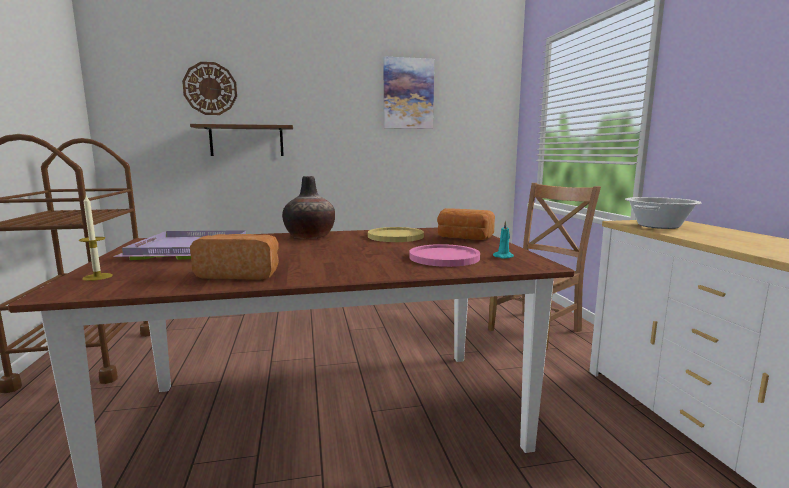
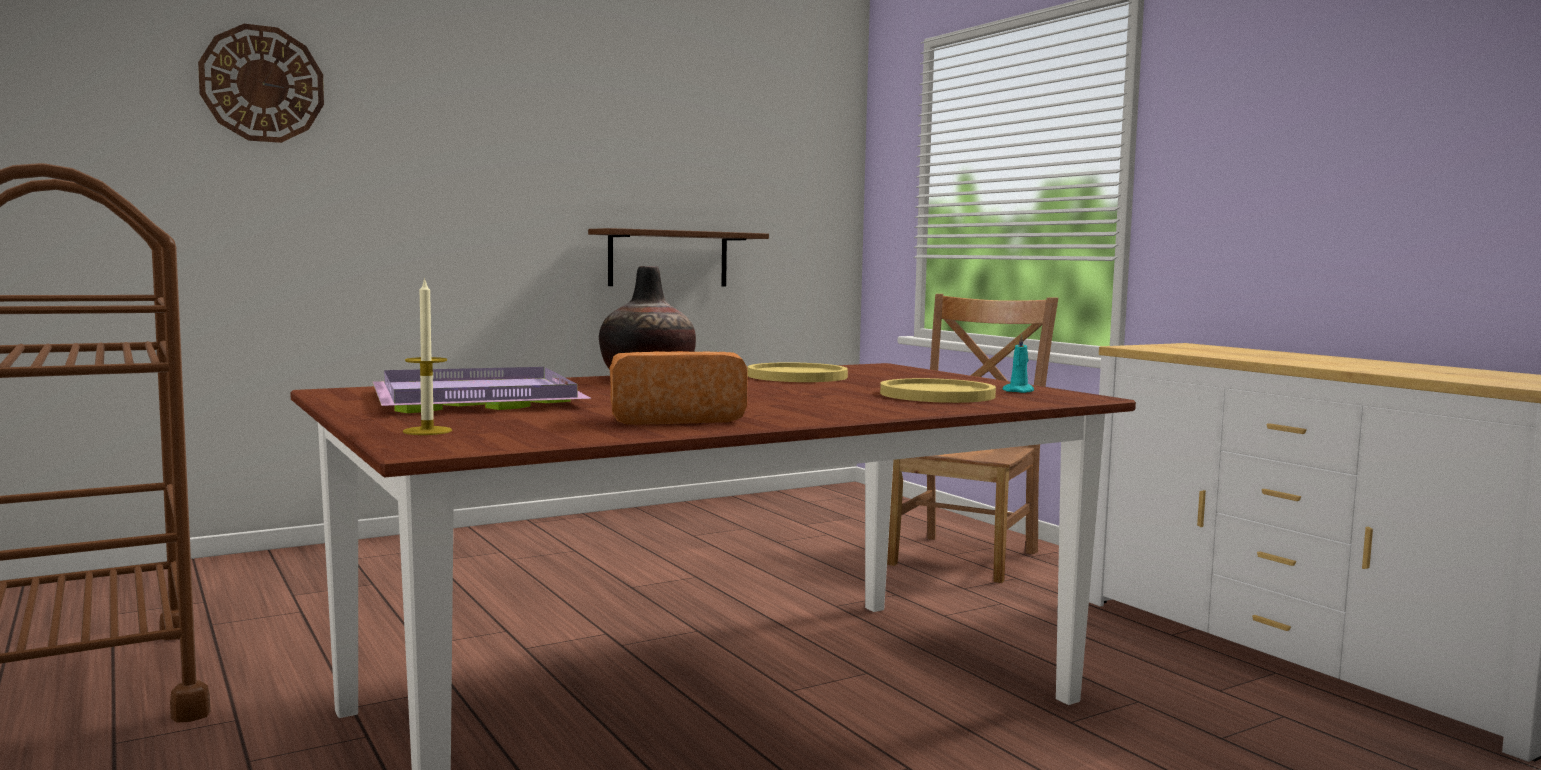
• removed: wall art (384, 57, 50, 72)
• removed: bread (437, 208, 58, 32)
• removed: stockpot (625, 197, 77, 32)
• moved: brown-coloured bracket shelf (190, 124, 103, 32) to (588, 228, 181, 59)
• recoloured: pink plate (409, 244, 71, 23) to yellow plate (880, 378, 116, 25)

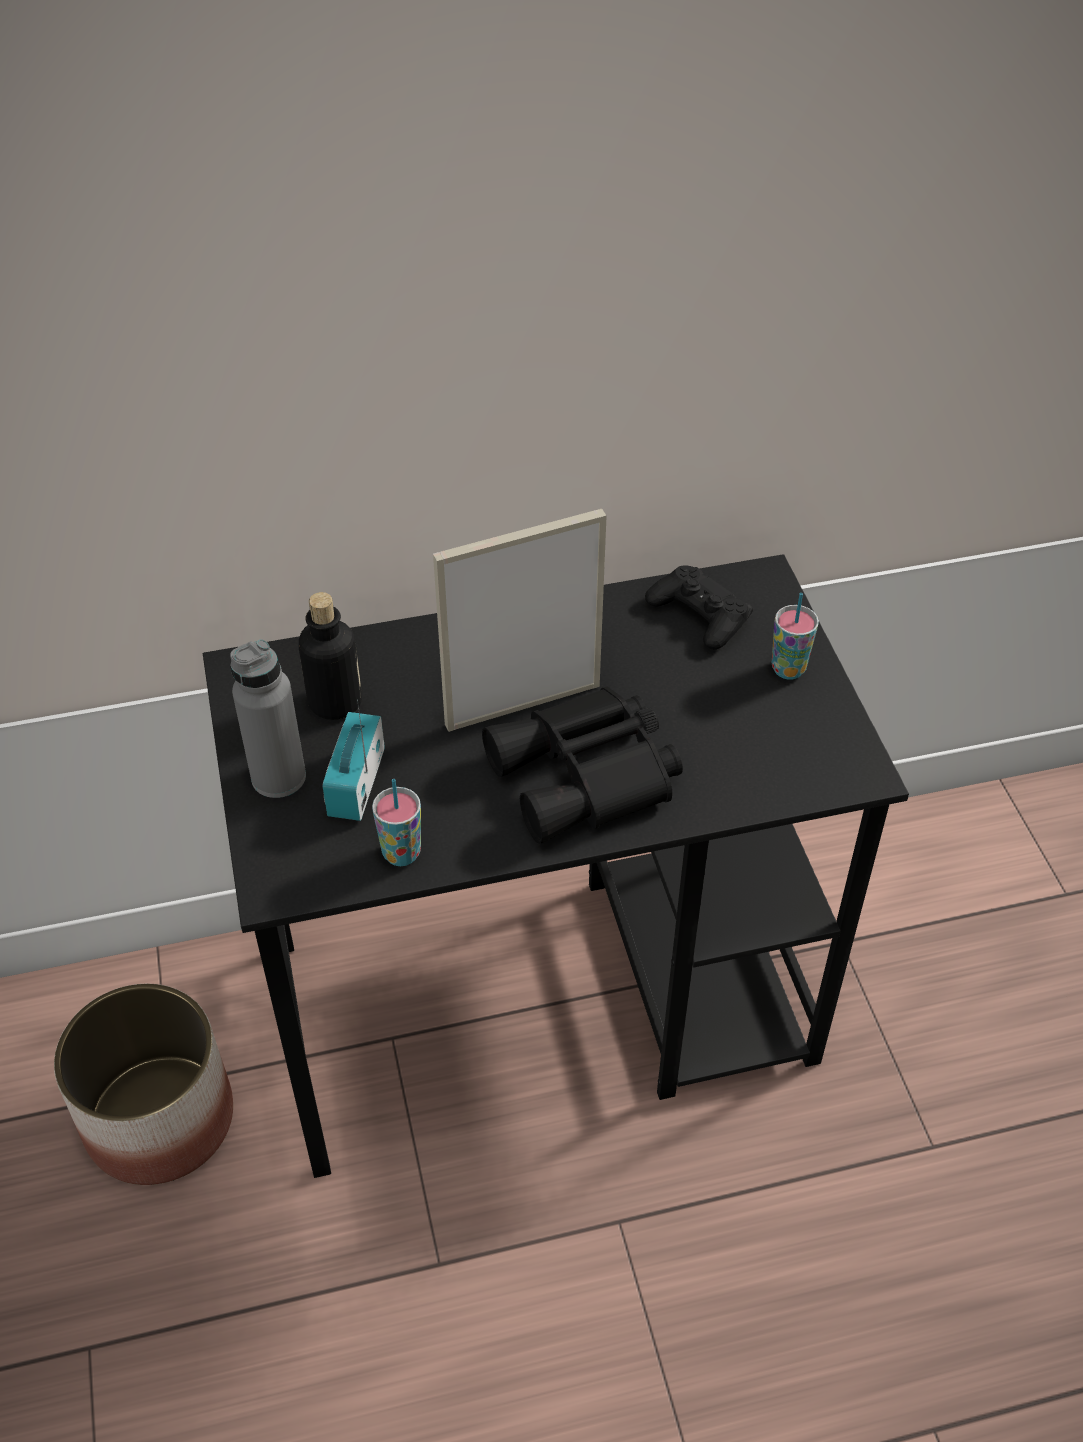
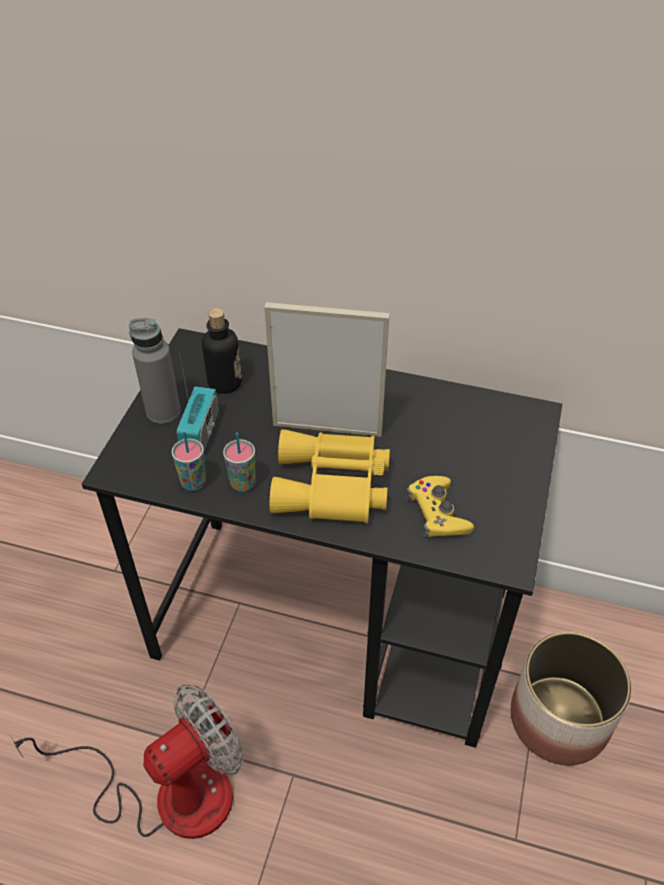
• removed: blackish joypad (645, 565, 108, 85)
• added: electric fan (6, 685, 238, 154)
• added: yellow joypad (406, 476, 68, 62)
• moved: plant pot (54, 984, 179, 201) to (511, 631, 121, 134)
• moved: cup (772, 593, 47, 87) to (223, 433, 33, 59)
• recoloured: blackish field glasses (482, 686, 201, 158) to yellow field glasses (270, 429, 120, 95)
• turned: radio receiver (323, 700, 61, 121) = (177, 356, 42, 94) 150 degrees clockwise

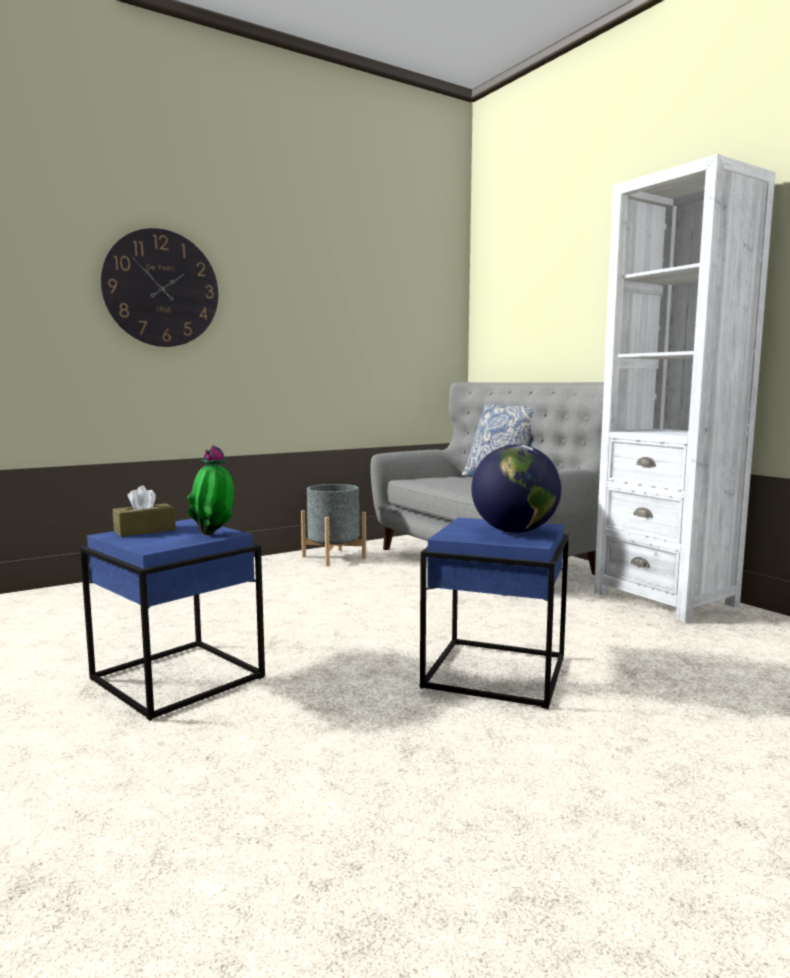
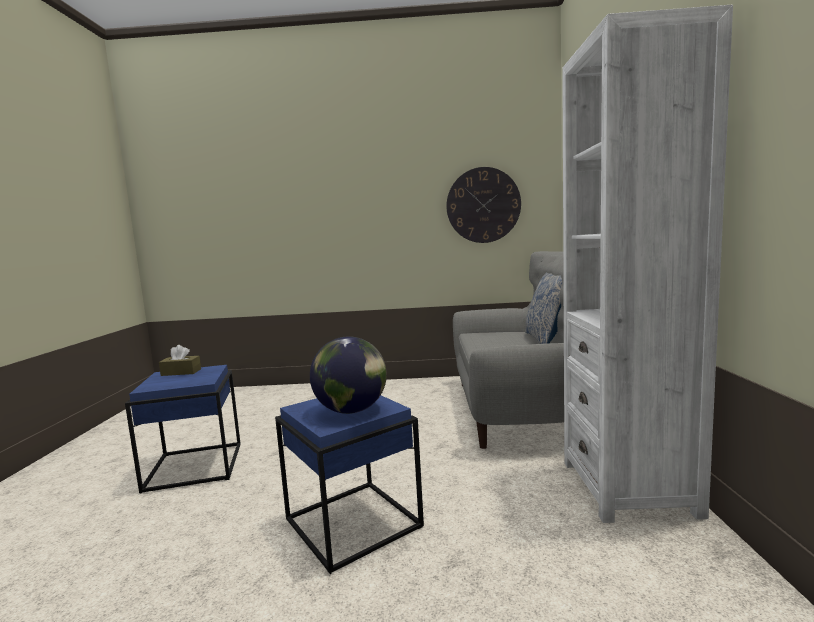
• removed: plant in a pot (187, 445, 47, 90)
• removed: greyish plant pot (301, 484, 65, 82)
• moved: wall clock (100, 228, 118, 119) to (446, 167, 75, 76)

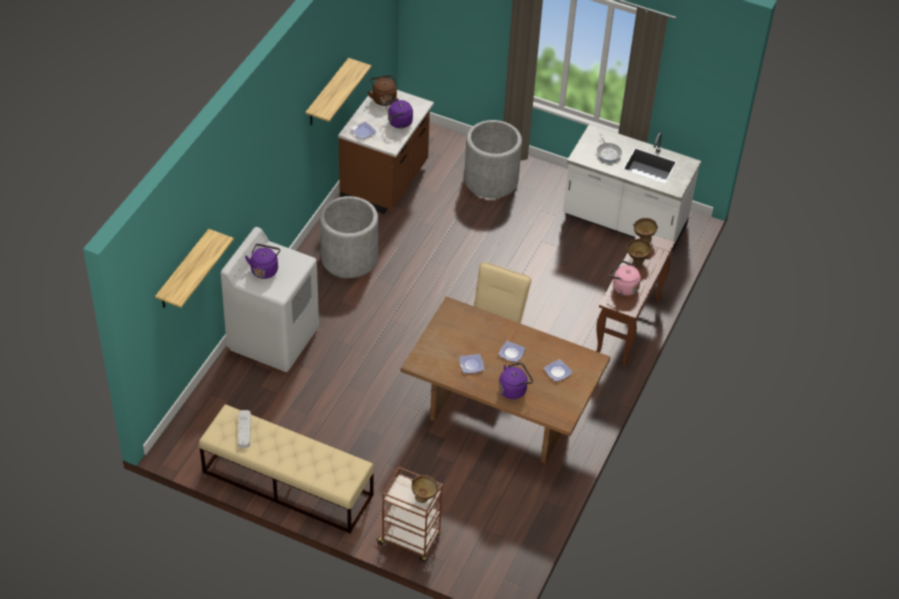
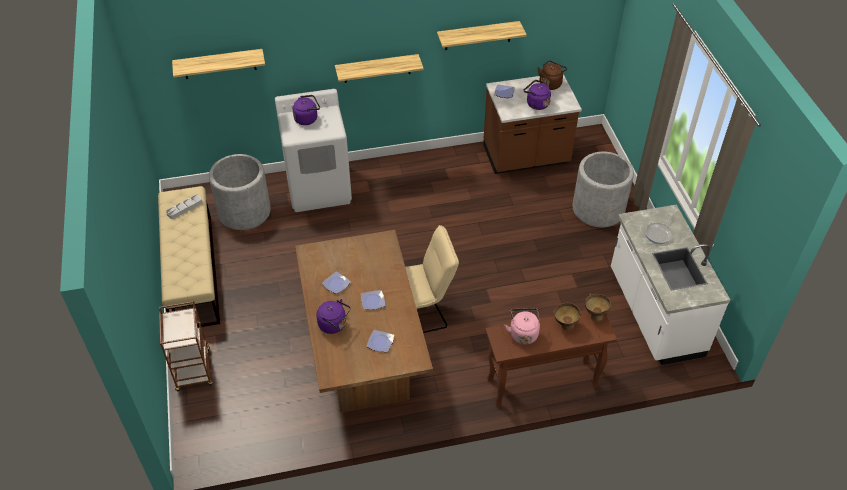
• removed: brown-coloured bowl (411, 475, 28, 28)
• added: bracket shelf (335, 54, 89, 29)
• moved: greyish plant pot (320, 196, 58, 82) to (209, 154, 62, 76)

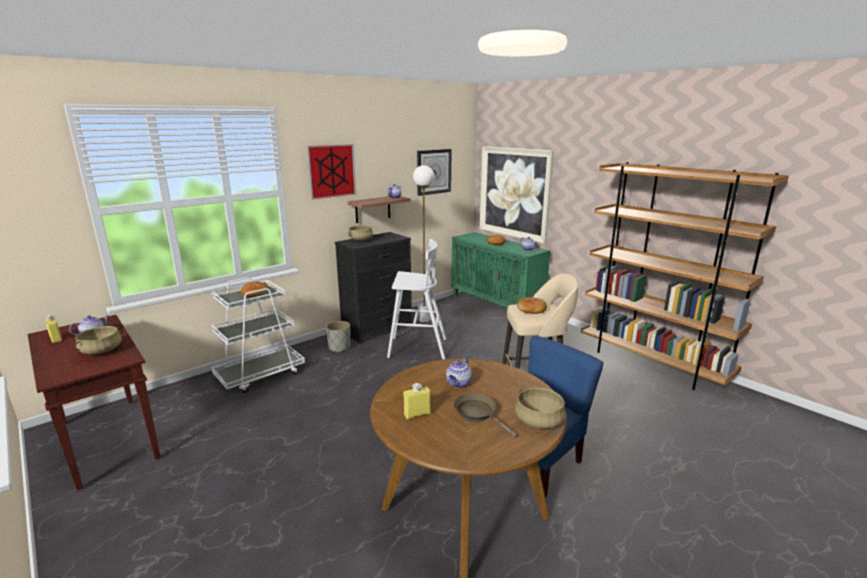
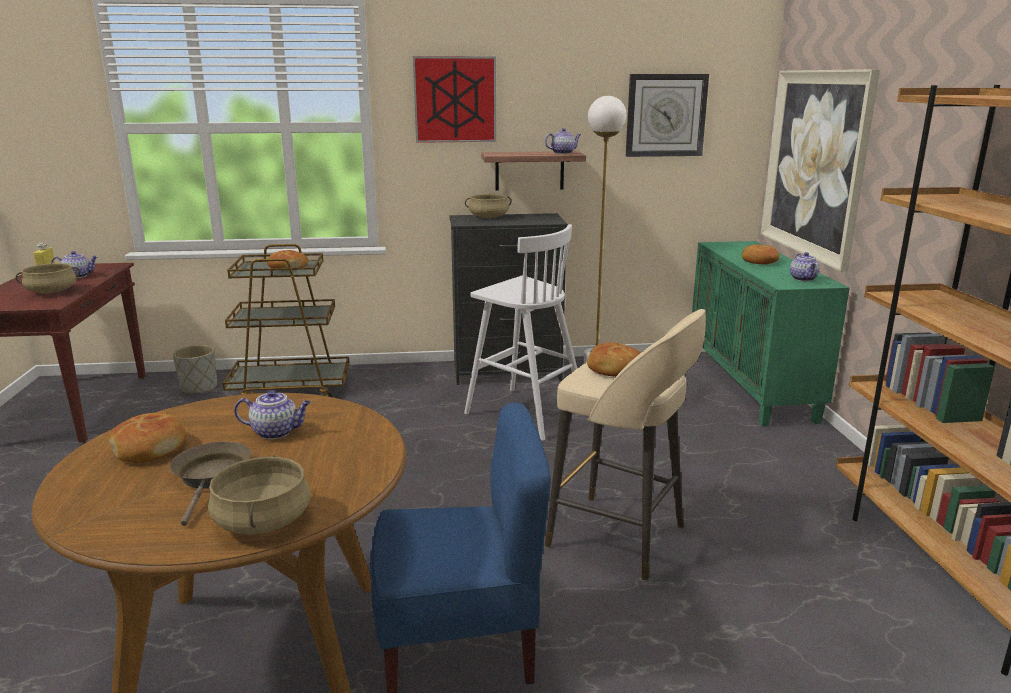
• moved: greyish plant pot (326, 321, 24, 31) to (173, 345, 44, 49)
• replaced: yellow beverage bottle (403, 383, 28, 36) to bread (109, 413, 77, 50)
• recoloured: white trolley (211, 277, 94, 116) to brown-coloured trolley (222, 244, 128, 153)
• turned: tea pot (446, 358, 26, 30) = (234, 390, 77, 49) 150 degrees counterclockwise

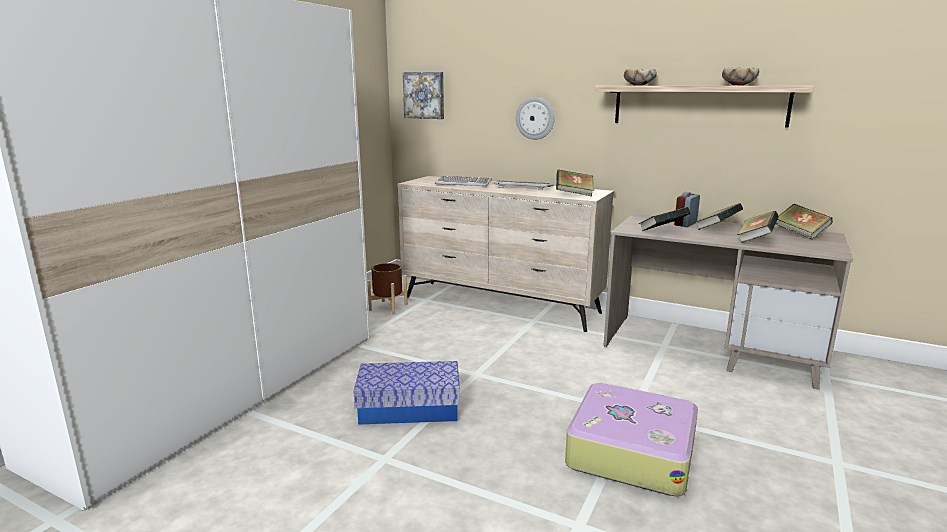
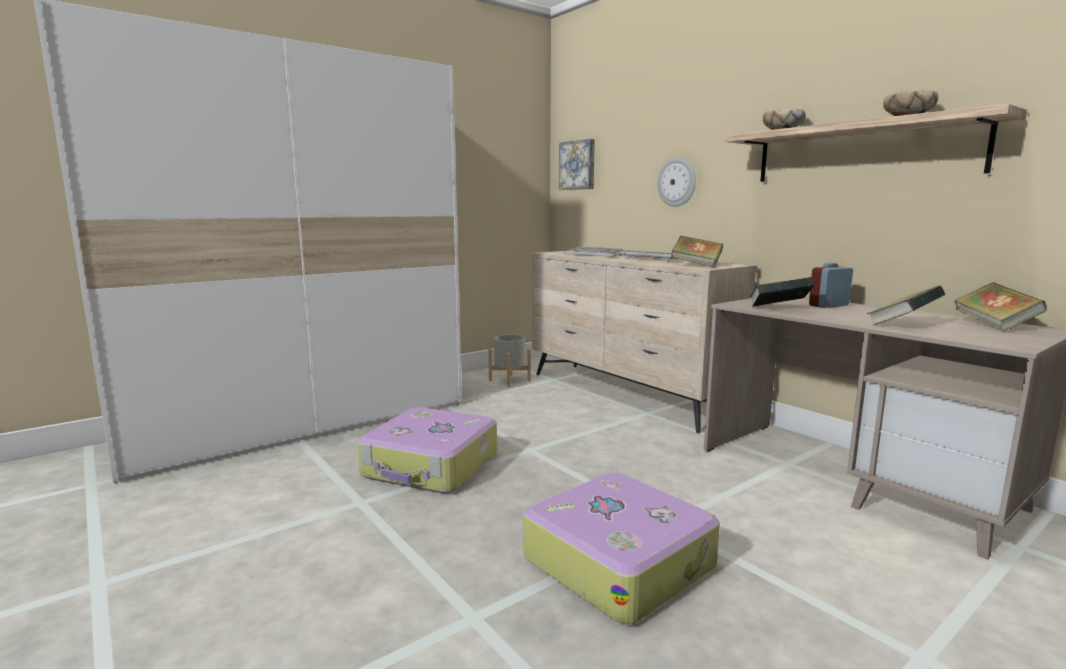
• removed: book (696, 203, 47, 27)
• replaced: storage container (354, 361, 106, 64) to suitcase (357, 407, 140, 87)
• recoloured: brown-coloured plant pot (367, 263, 41, 51) to greyish plant pot (488, 335, 43, 52)

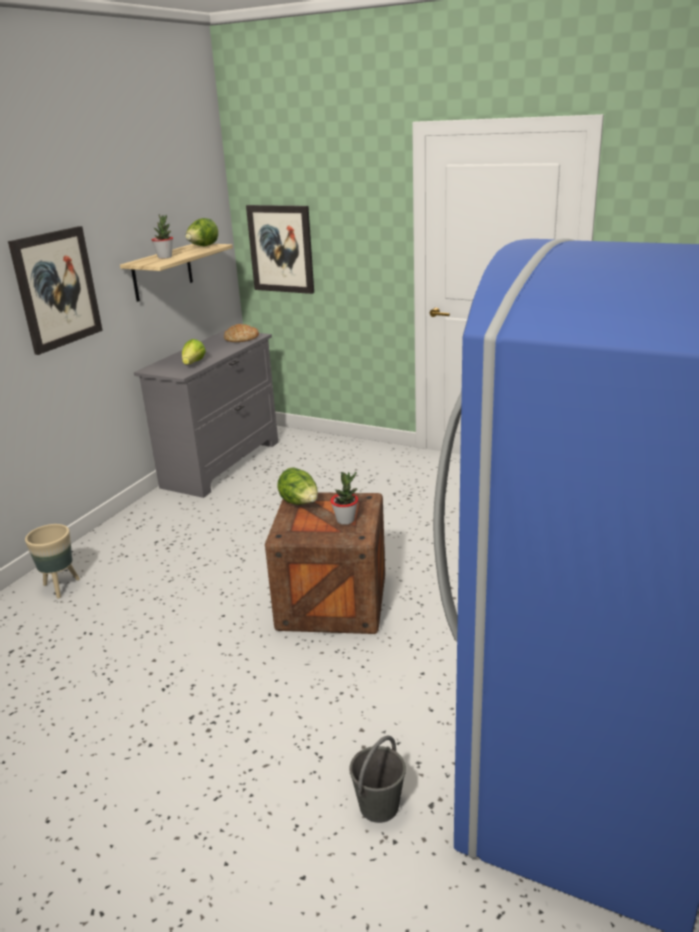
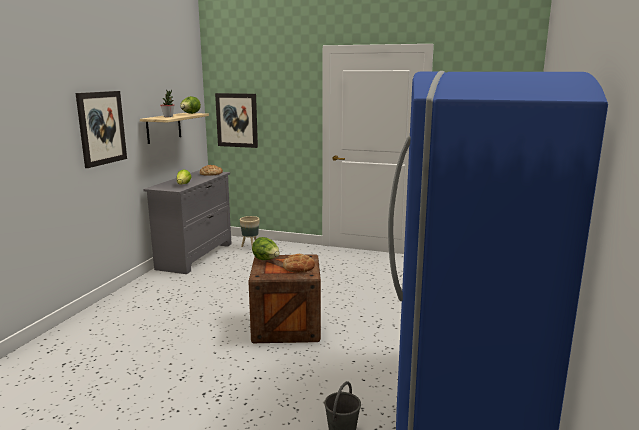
• moved: sand-coloured plant pot (25, 524, 55, 74) to (240, 216, 20, 31)
• replaced: plant in a pot (331, 472, 27, 53) to bread (283, 254, 32, 19)

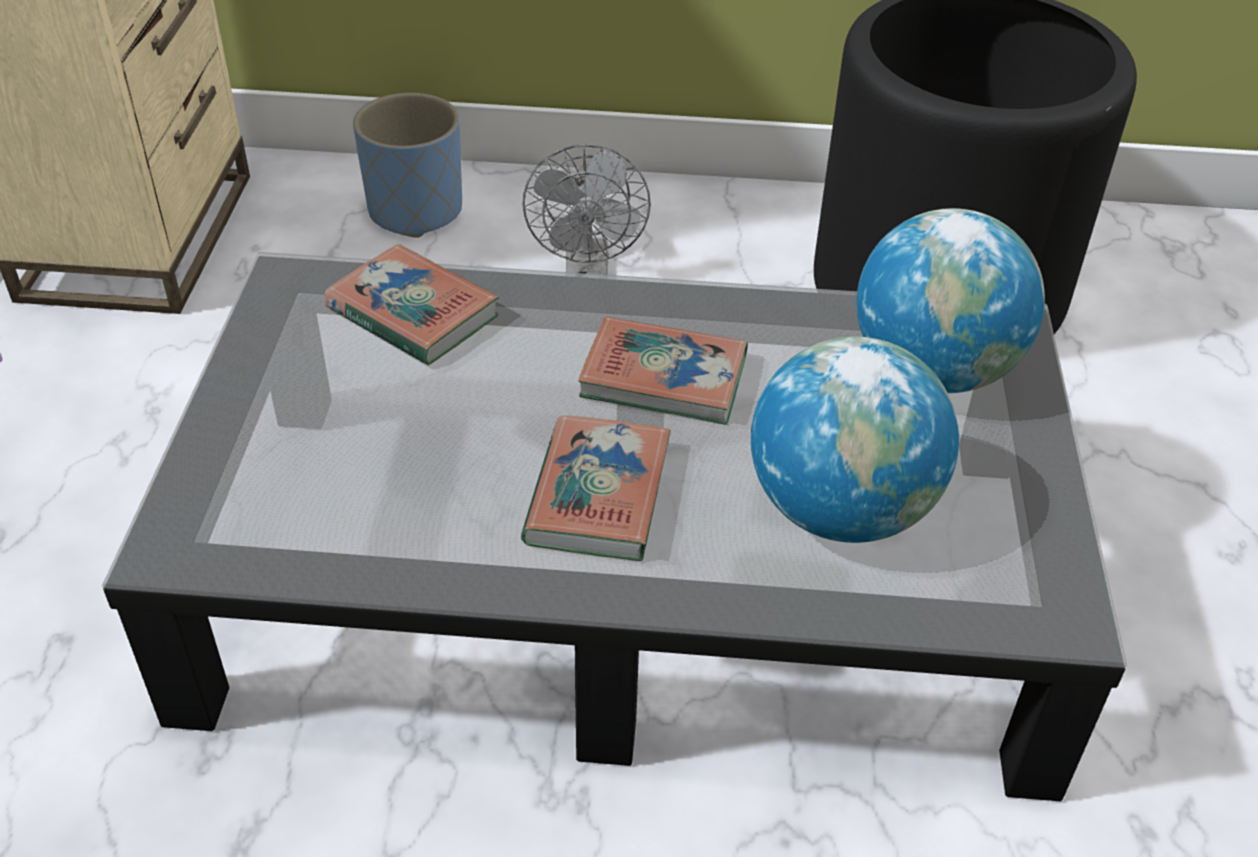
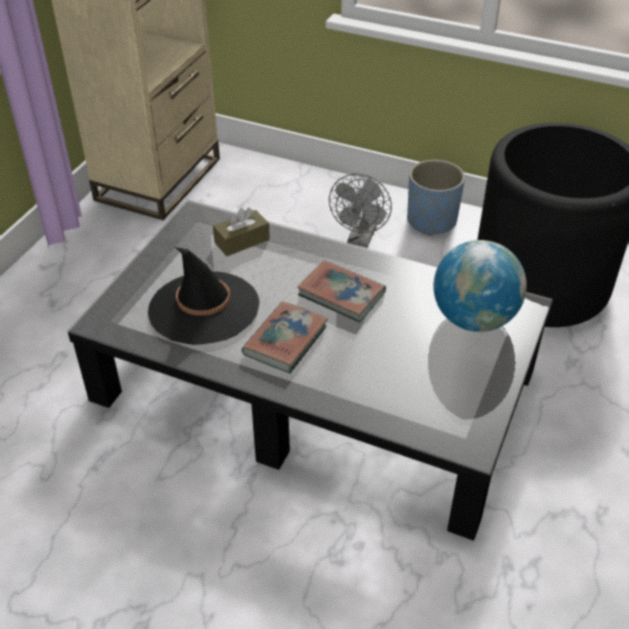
• removed: globe (751, 337, 208, 206)
• added: blackish wearable hat (148, 247, 111, 98)
• moved: bluish plant pot (353, 93, 109, 145) to (407, 160, 58, 76)
• replaced: book (324, 244, 175, 122) to brown-coloured box of tissues (213, 207, 57, 49)

